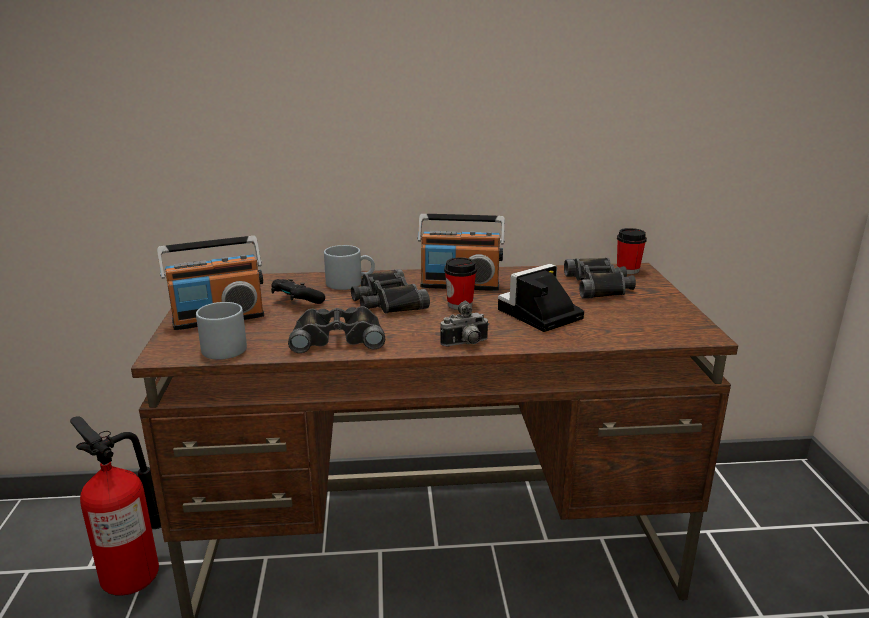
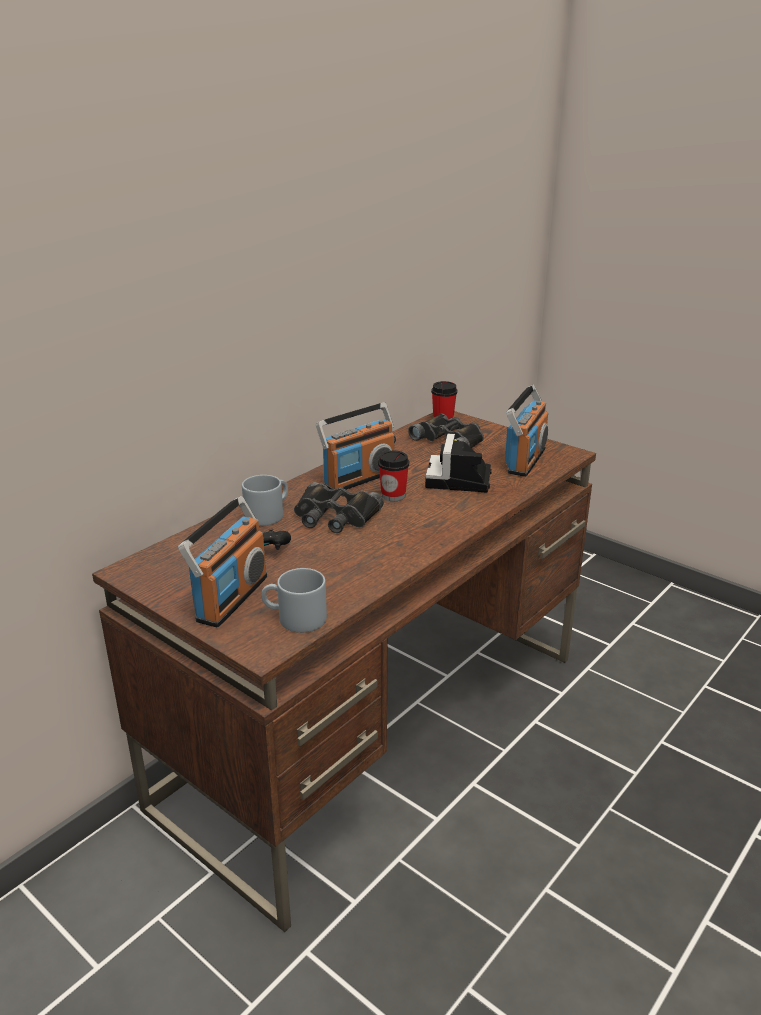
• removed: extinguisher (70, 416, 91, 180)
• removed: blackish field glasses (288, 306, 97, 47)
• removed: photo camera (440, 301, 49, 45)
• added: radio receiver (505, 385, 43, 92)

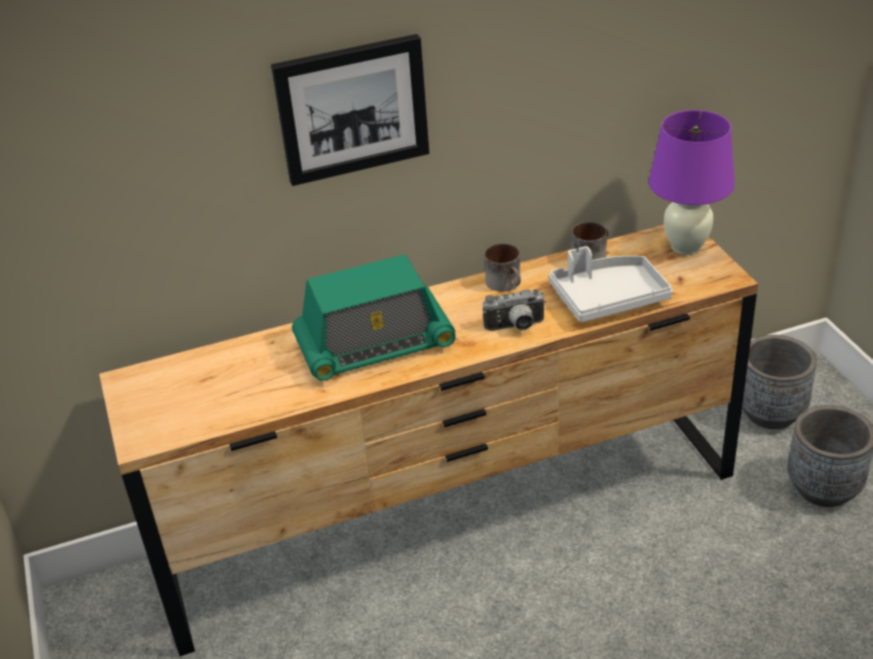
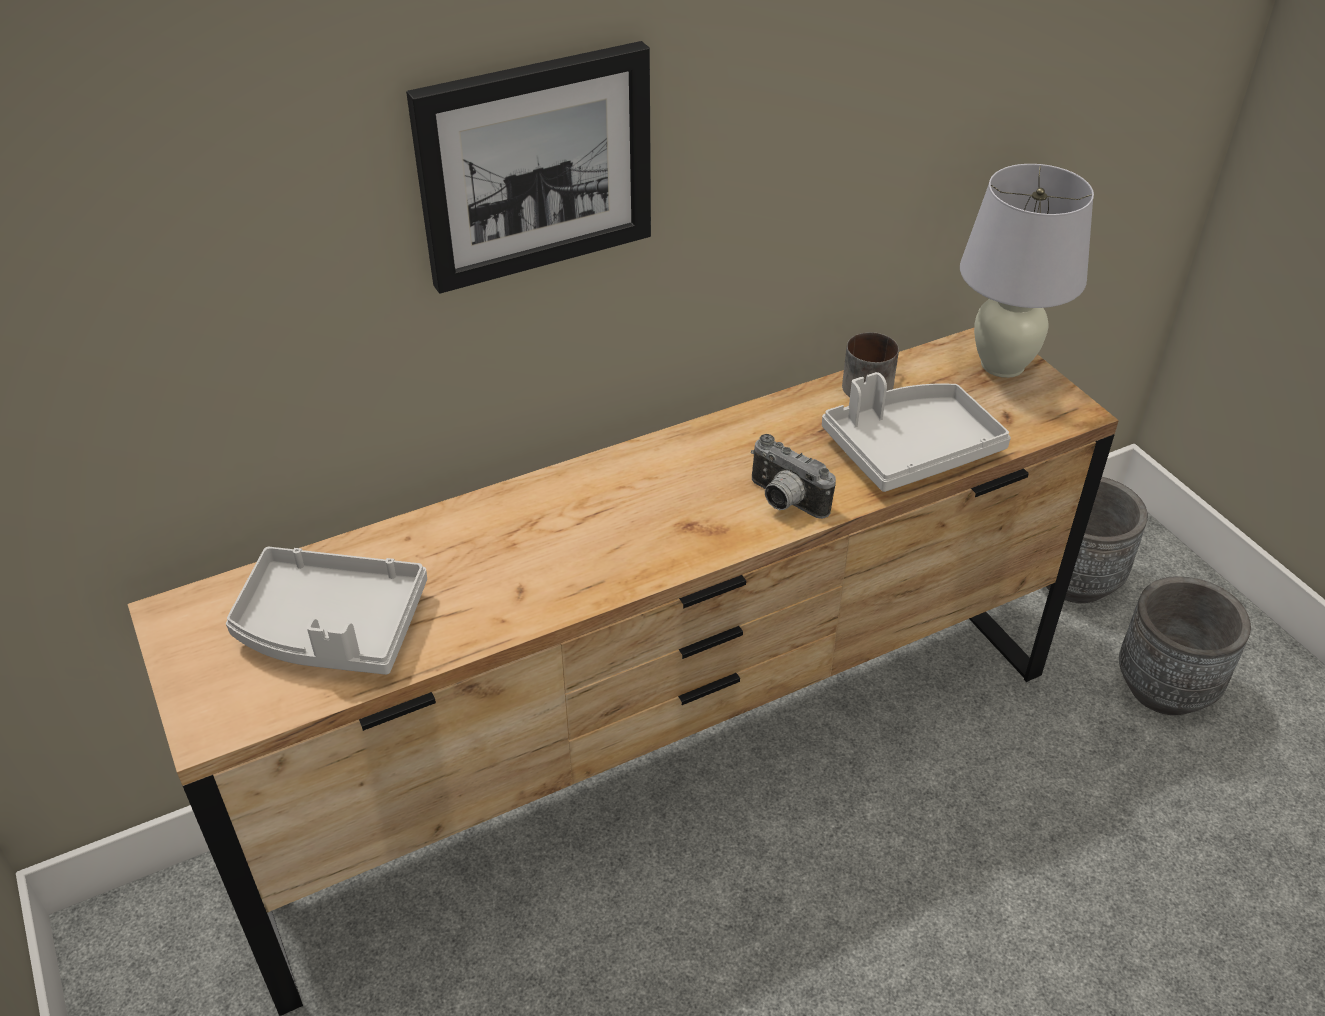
• removed: radio receiver (292, 254, 164, 127)
• removed: mug (484, 243, 37, 49)
• added: greyish carrying tray (226, 547, 201, 128)
• recoloured: purple-coloured tabletop lamp (649, 110, 86, 145) to white tabletop lamp (960, 164, 134, 214)
• turned: photo camera (483, 289, 63, 42) = (751, 434, 85, 85) 60 degrees clockwise

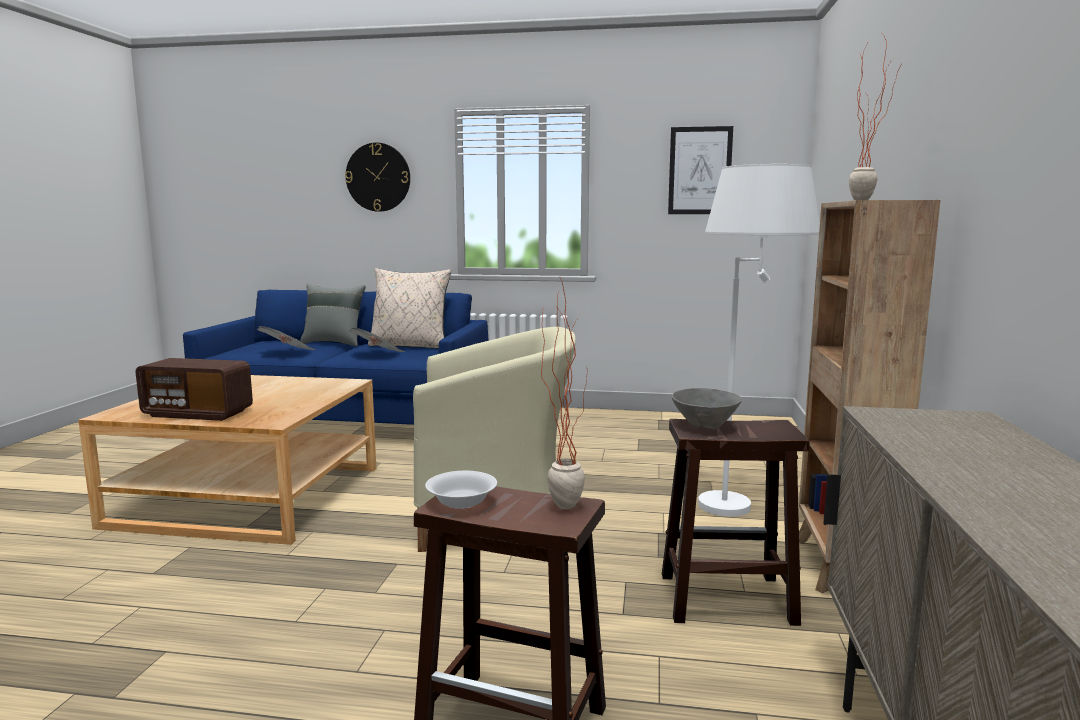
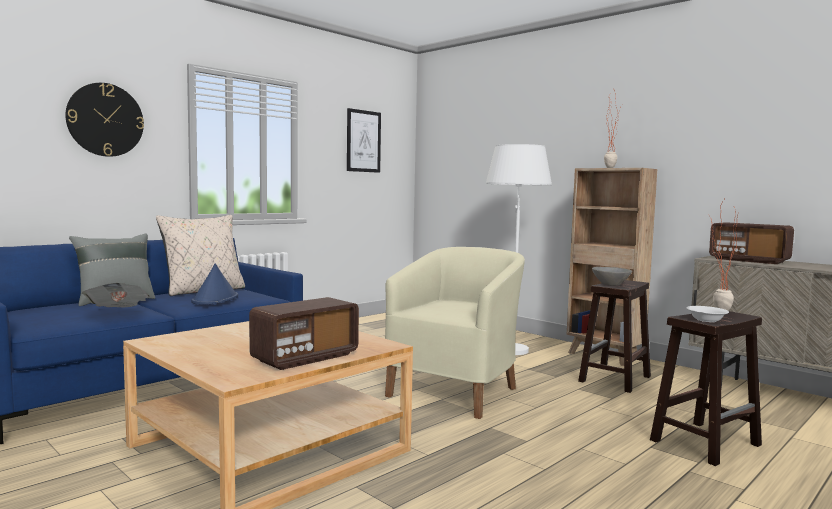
• added: radio receiver (709, 222, 85, 42)
• replaced: printed paper (348, 328, 57, 24) to bluish wearable hat (191, 264, 47, 41)

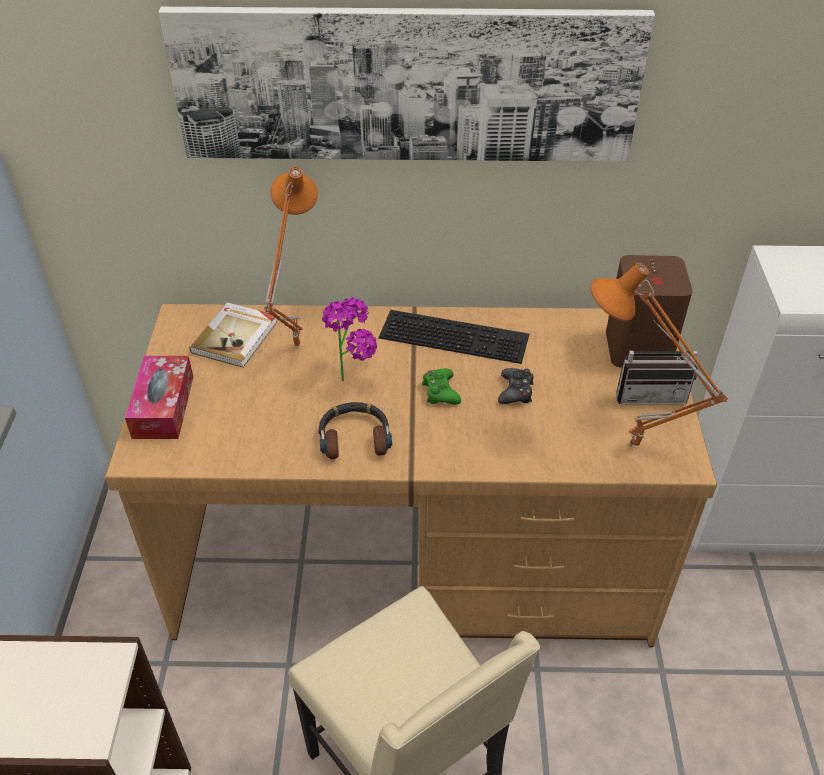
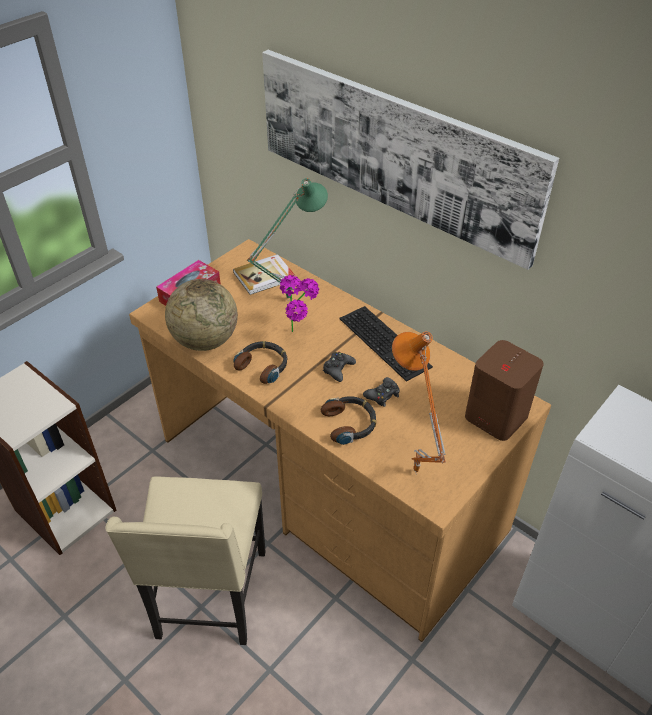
• removed: radio receiver (616, 320, 81, 84)
• added: globe (165, 279, 73, 72)
• added: pair of headphones (321, 396, 55, 49)
• recoloured: orange-coloured tabletop lamp (264, 166, 54, 183) to green-coloured tabletop lamp (247, 178, 81, 123)
• recoloured: green-coloured joypad (422, 368, 39, 36) to blackish joypad (323, 352, 33, 30)

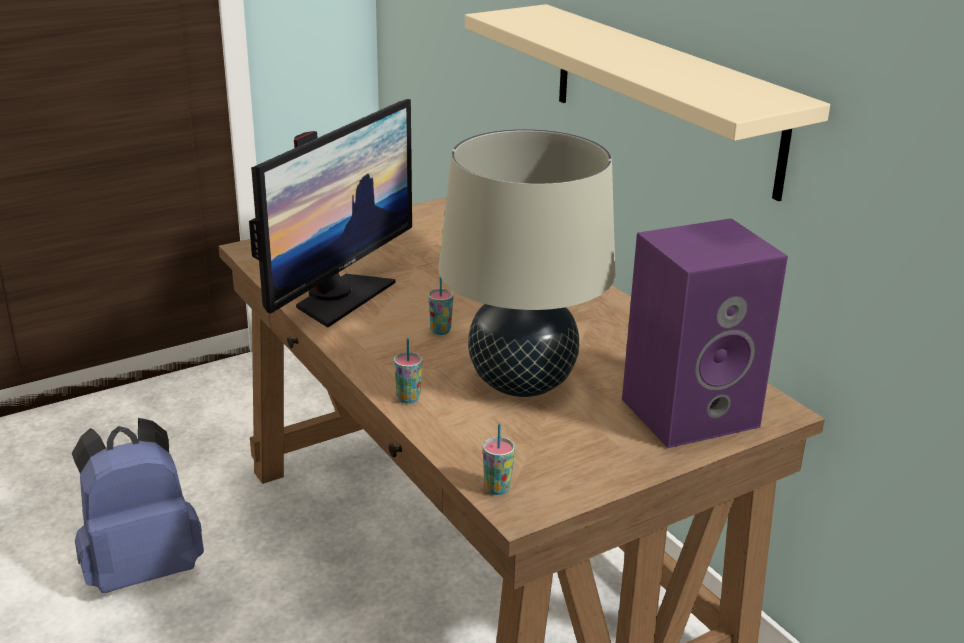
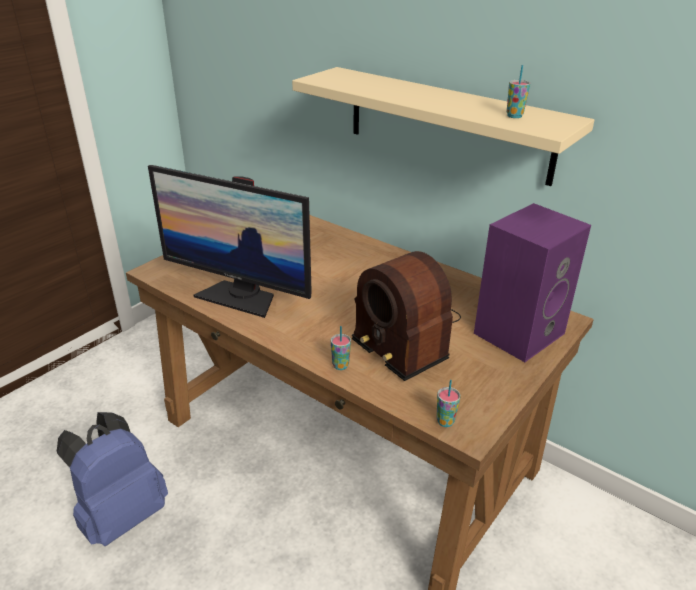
• moved: cup (428, 277, 25, 58) to (507, 65, 23, 53)
• replaced: sand-coloured tabletop lamp (438, 129, 177, 268) to radio receiver (352, 251, 109, 130)
• turned: computer screen (249, 99, 163, 229) = (148, 165, 164, 153) 105 degrees clockwise

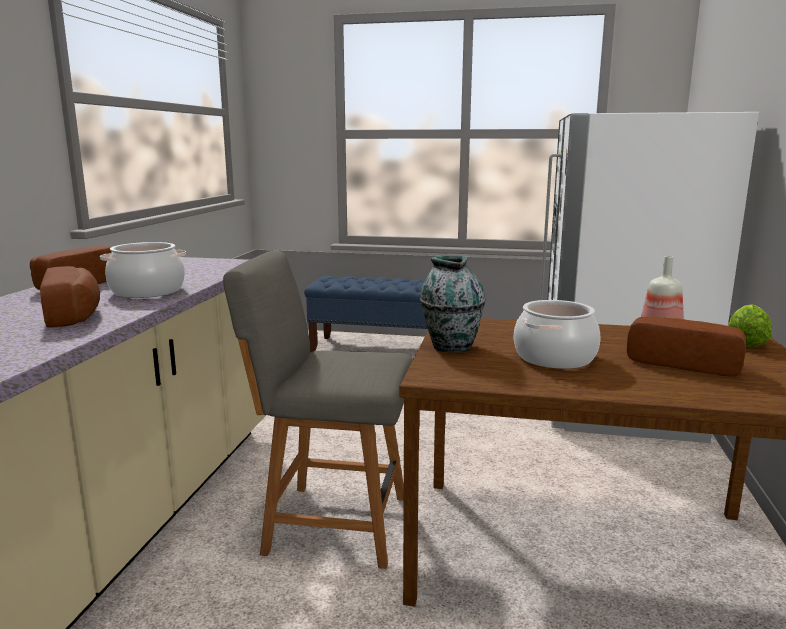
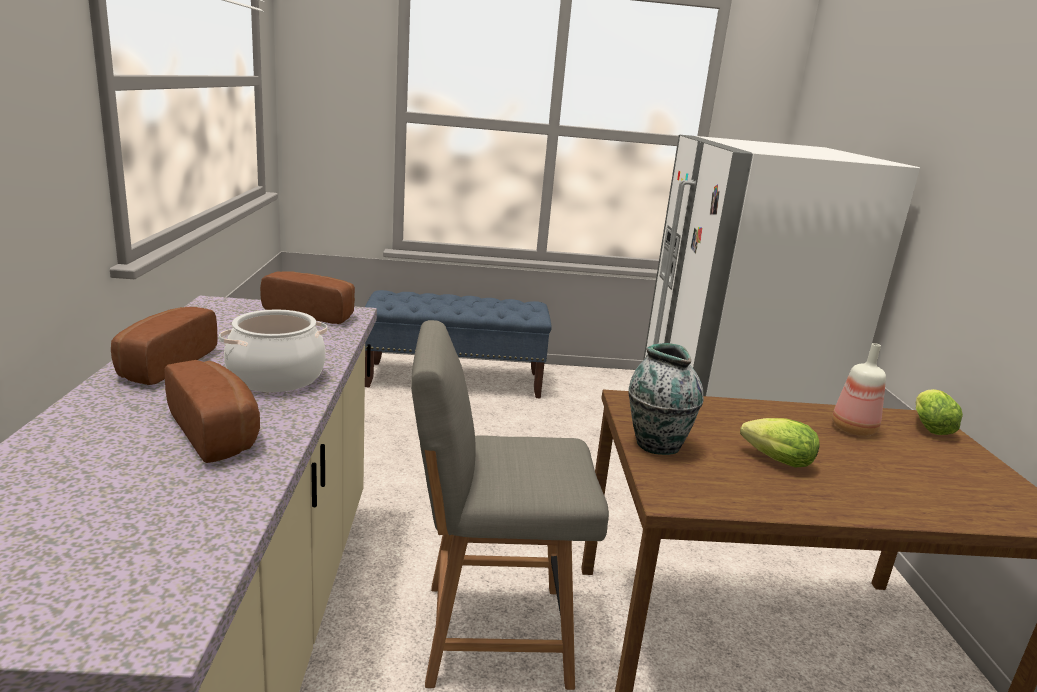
• moved: bread (627, 316, 119, 61) to (260, 272, 95, 52)
• replaced: stockpot (514, 300, 86, 69) to lettuce head (740, 418, 80, 50)

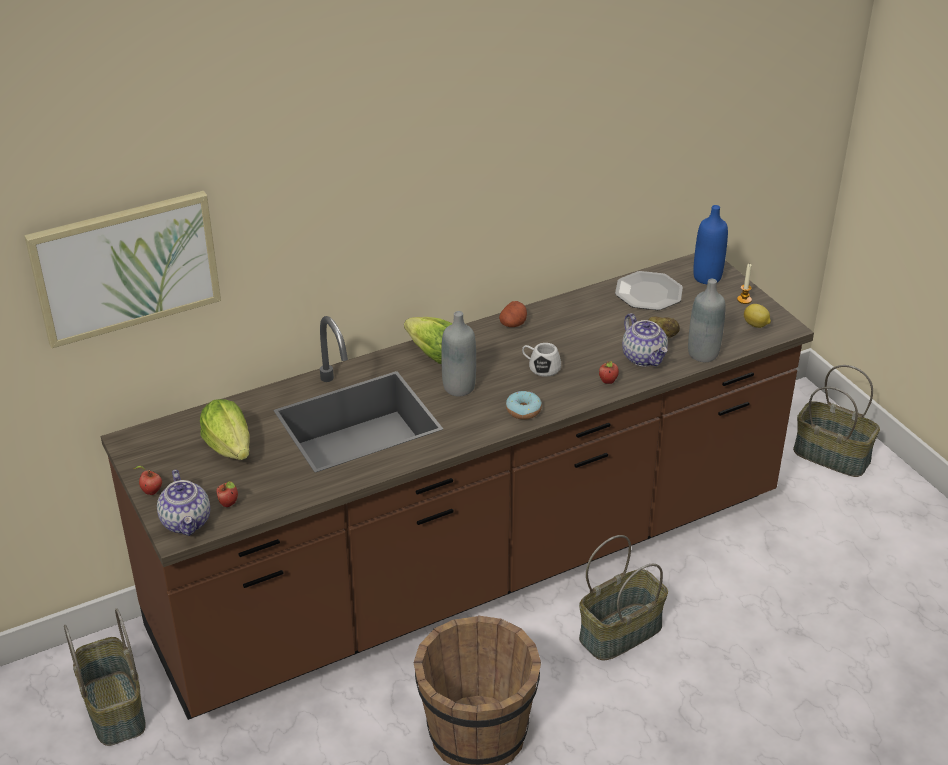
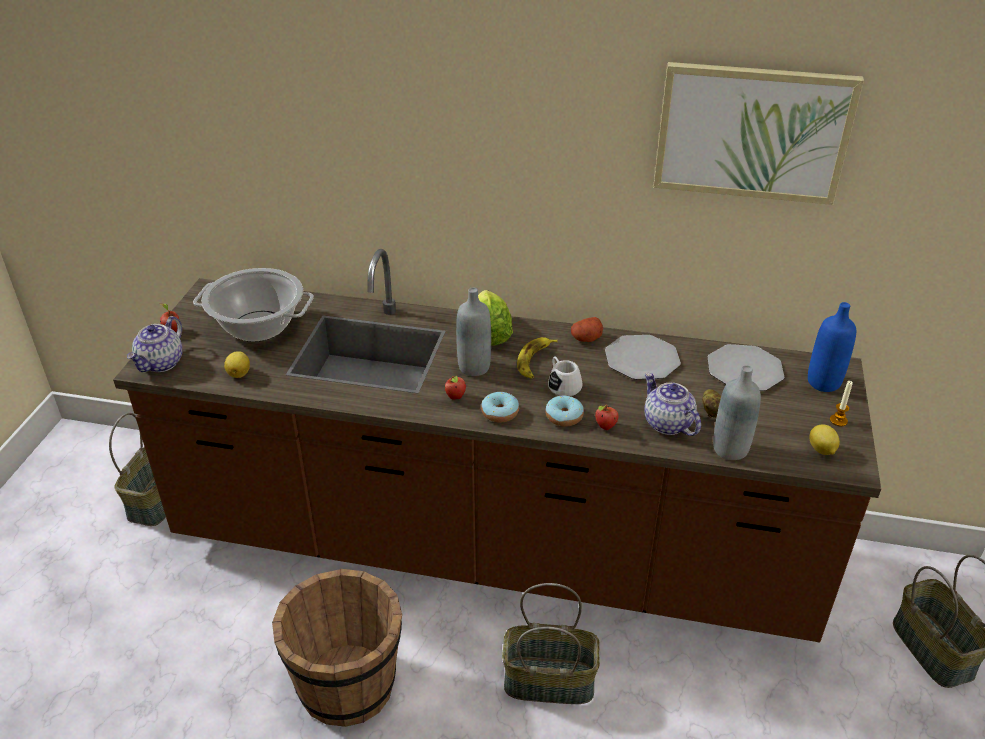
• added: lemon (224, 351, 26, 27)
• added: banana (517, 337, 41, 41)
• added: donut (545, 396, 39, 30)
• added: plate (605, 335, 76, 45)
• moved: wall art (24, 191, 197, 157) to (653, 62, 211, 143)
• moved: apple (216, 481, 22, 26) to (445, 376, 21, 24)
• replaced: lettuce head (200, 399, 50, 61) to stockpot (193, 268, 121, 74)
• turned: tea pot (622, 313, 46, 53) = (644, 373, 57, 63) 135 degrees clockwise

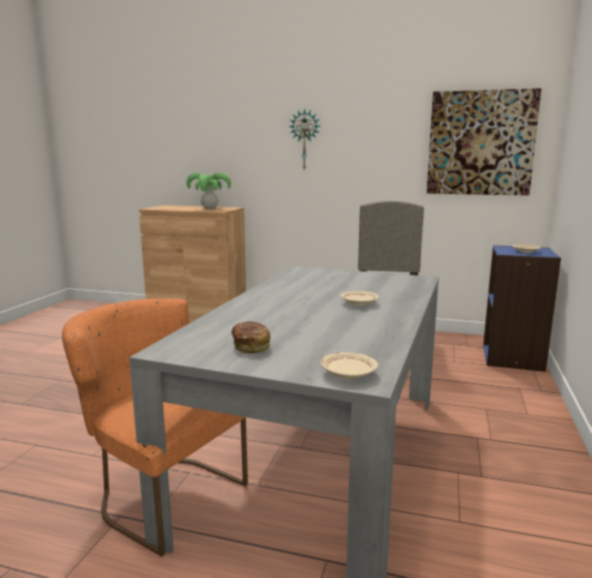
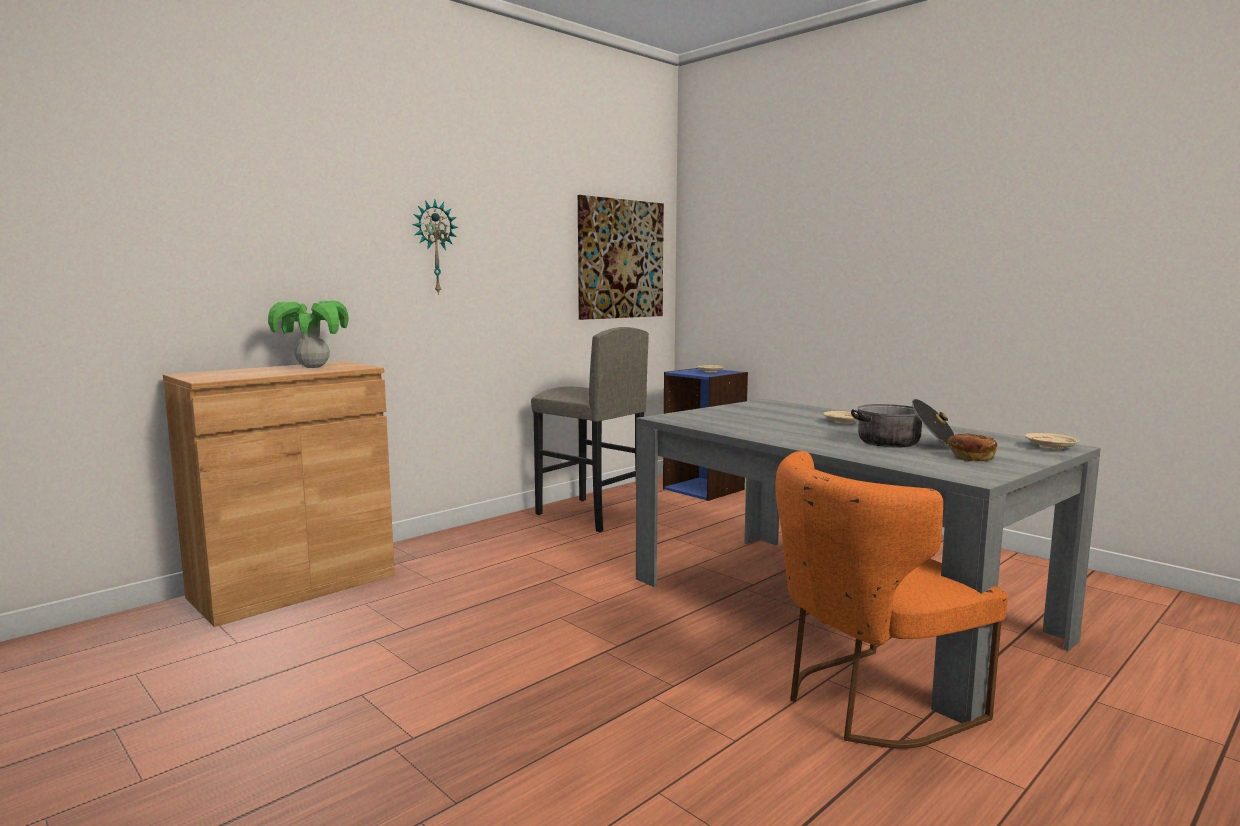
• added: stockpot (851, 399, 104, 49)

